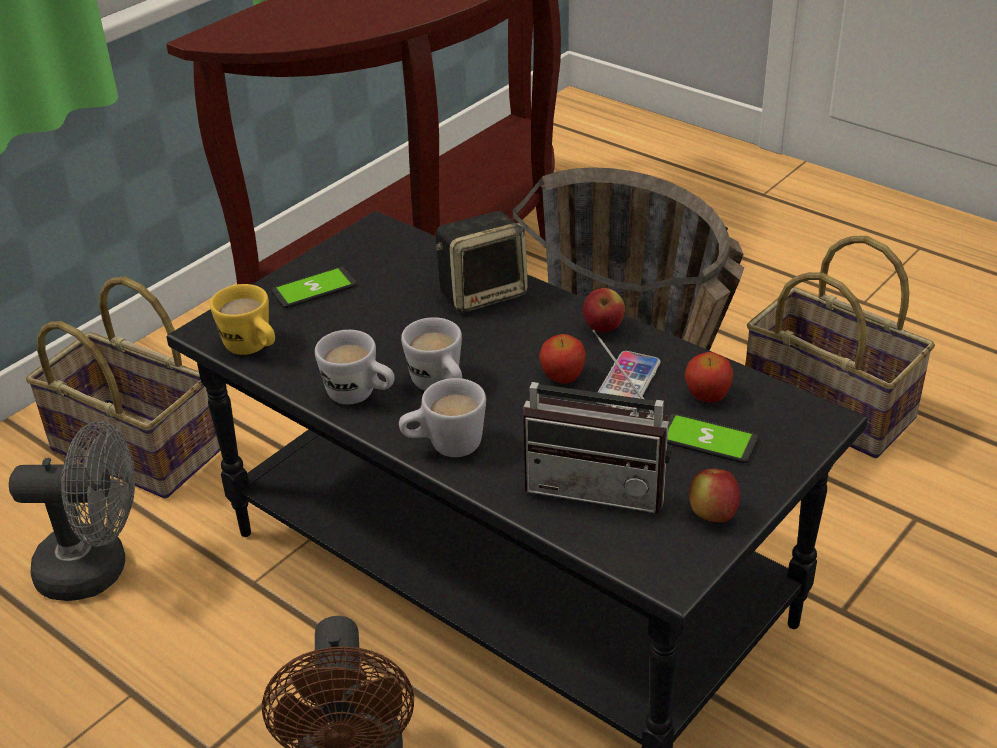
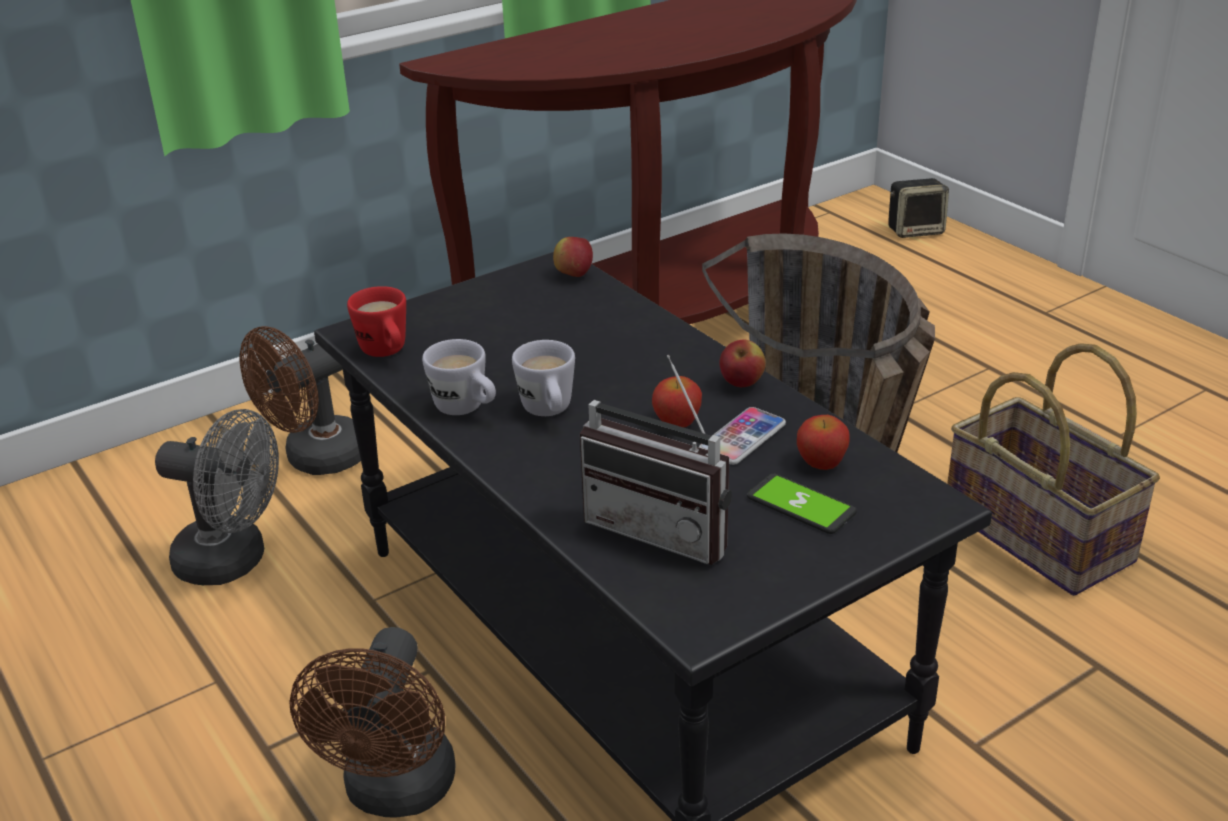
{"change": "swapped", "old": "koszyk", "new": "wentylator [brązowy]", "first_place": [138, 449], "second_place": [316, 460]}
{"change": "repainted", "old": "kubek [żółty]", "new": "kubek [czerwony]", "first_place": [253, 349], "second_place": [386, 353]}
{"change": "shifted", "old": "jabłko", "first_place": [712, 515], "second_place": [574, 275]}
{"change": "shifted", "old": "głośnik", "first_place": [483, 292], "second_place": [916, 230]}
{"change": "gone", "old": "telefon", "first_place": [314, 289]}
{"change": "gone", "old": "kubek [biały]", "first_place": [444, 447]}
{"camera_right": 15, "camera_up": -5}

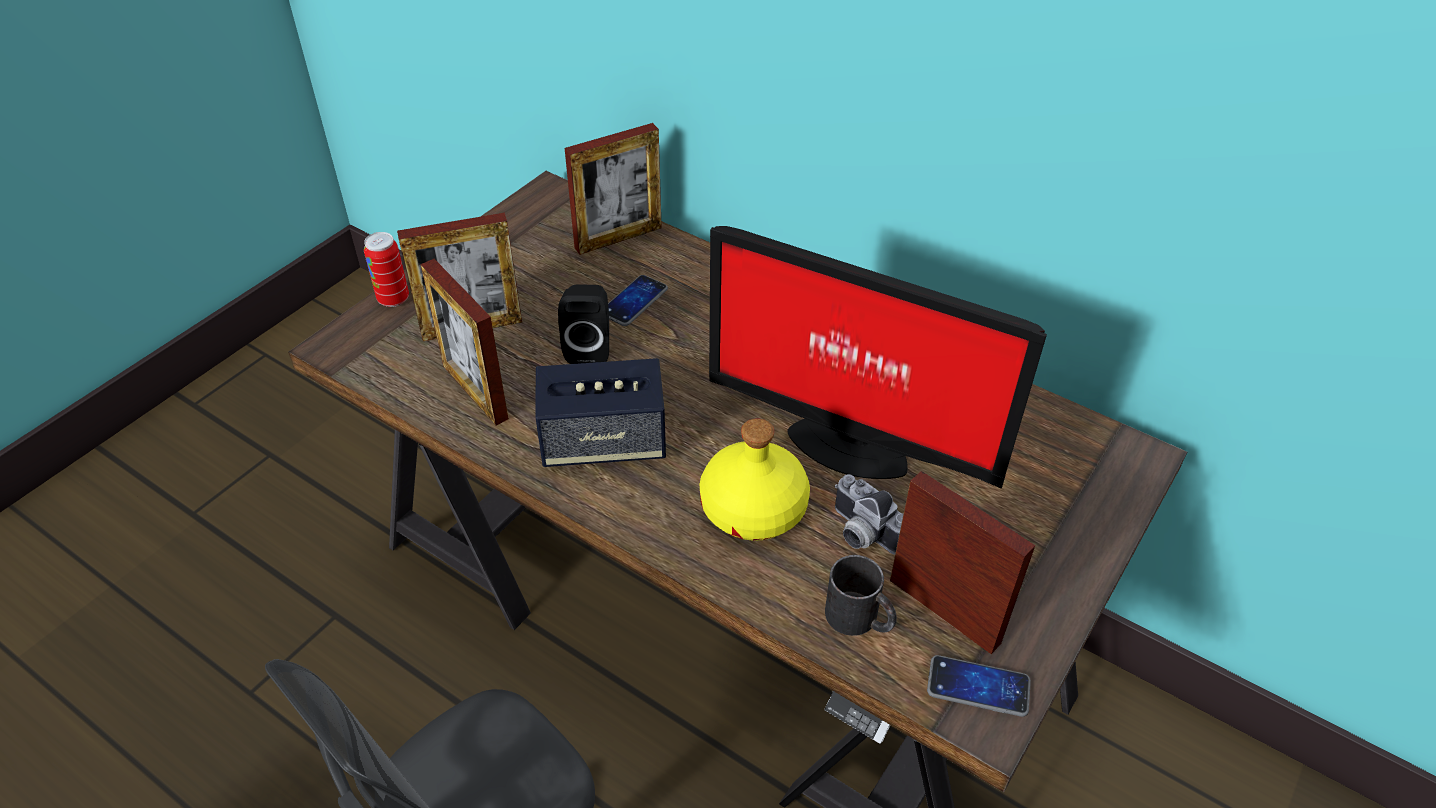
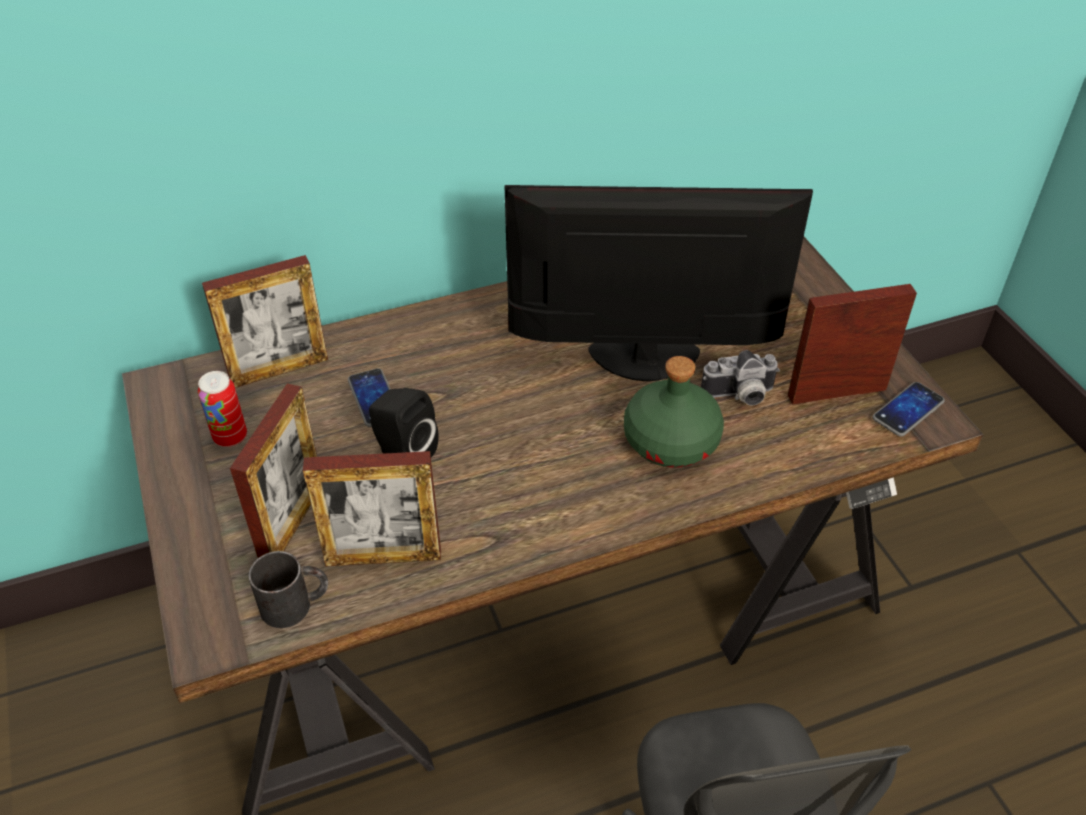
{"change": "shifted", "old": "puszka", "first_place": [393, 299], "second_place": [230, 437]}
{"change": "rotated", "old": "ramka na zdjęcie", "first_place": [618, 238], "second_place": [279, 369], "degrees": 60}
{"change": "shifted", "old": "kubek [czarny]", "first_place": [860, 619], "second_place": [296, 604]}
{"change": "rotated", "old": "monitor", "first_place": [847, 442], "second_place": [647, 358], "degrees": -150}
{"change": "repainted", "old": "butelka [żółty]", "new": "butelka [zielony]", "first_place": [753, 509], "second_place": [672, 441]}
{"change": "gone", "old": "głośnik", "first_place": [603, 442]}
{"camera_right": -55, "camera_up": 0}

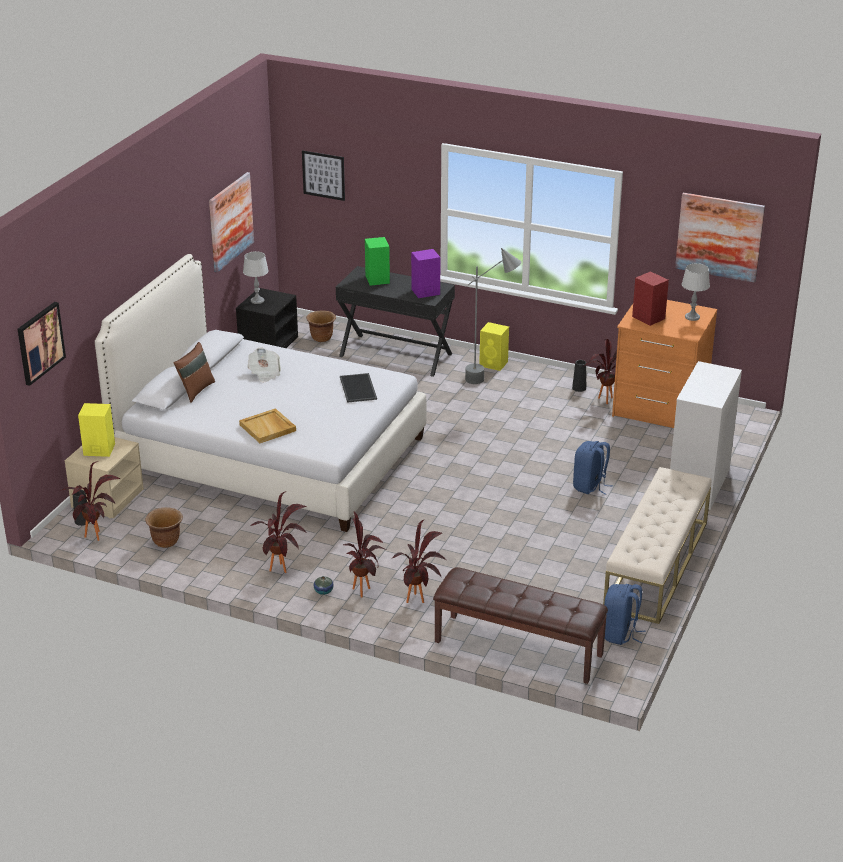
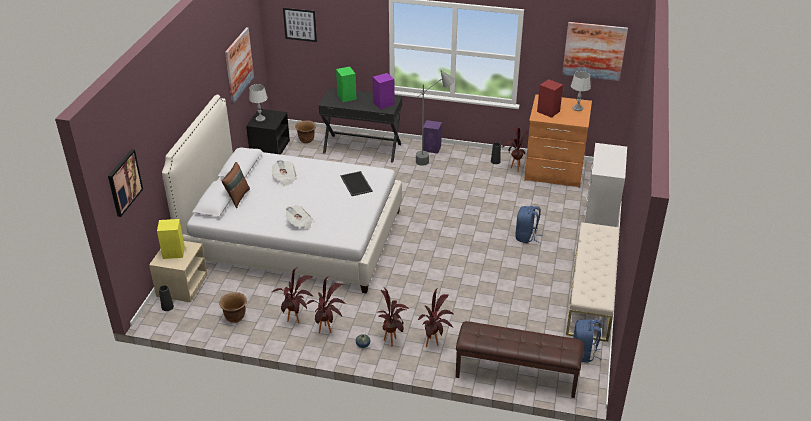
{"change": "shifted", "old": "roślina doniczkowa", "first_place": [97, 538], "second_place": [297, 321]}
{"change": "swapped", "old": "taca [beżowy]", "new": "gazeta", "first_place": [268, 428], "second_place": [300, 223]}
{"change": "repainted", "old": "głośnik [żółty]", "new": "głośnik [fioletowy]", "first_place": [494, 364], "second_place": [432, 148]}
{"camera_right": -10, "camera_up": 5}

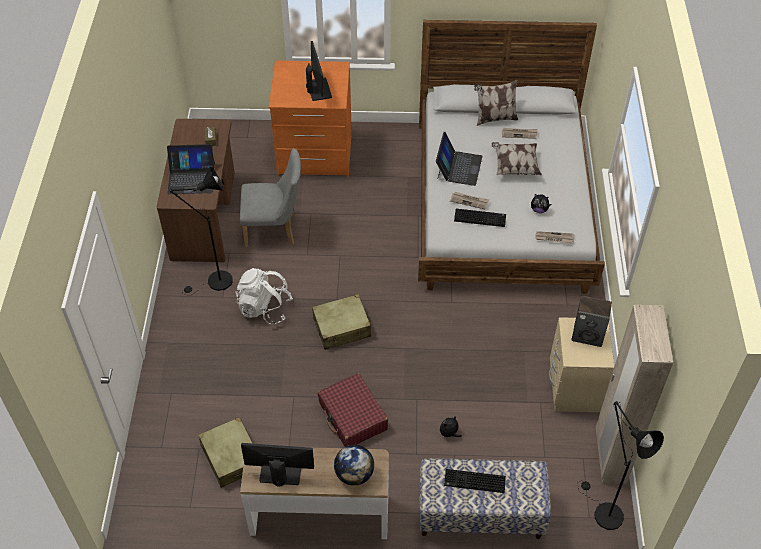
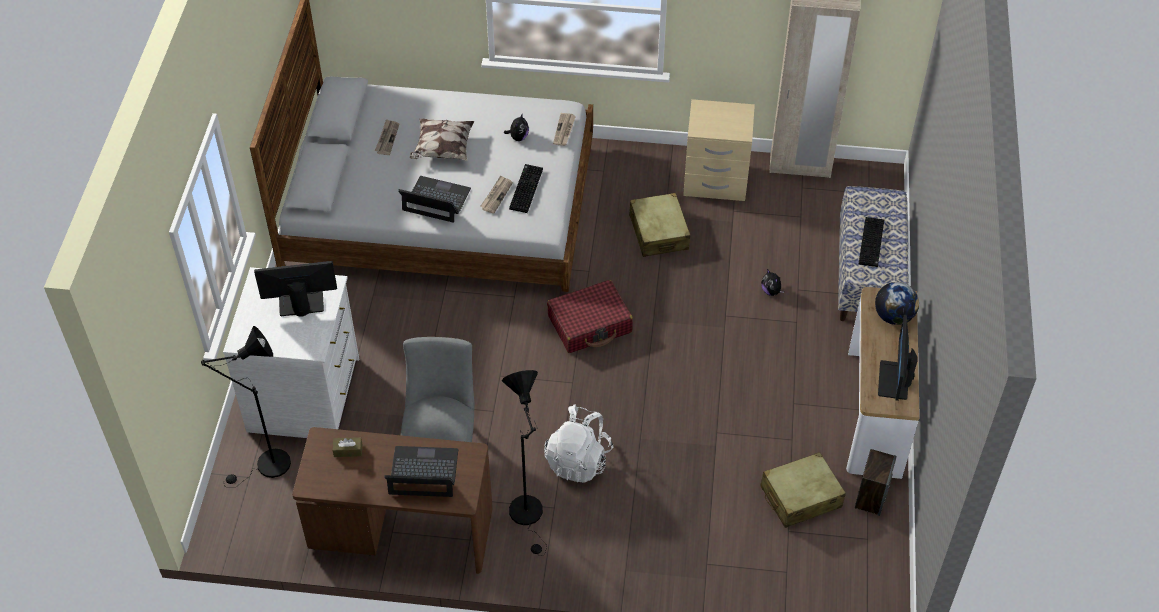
{"change": "shifted", "old": "lampa stojąca [czarny]", "first_place": [604, 512], "second_place": [267, 467]}
{"change": "repainted", "old": "komoda [pomarańczowy]", "new": "komoda [biały]", "first_place": [314, 154], "second_place": [306, 395]}
{"change": "rotated", "old": "laptop", "first_place": [191, 178], "second_place": [423, 473], "degrees": -90}
{"change": "shifted", "old": "walizka [czerwony]", "first_place": [353, 416], "second_place": [590, 324]}
{"change": "shifted", "old": "walizka [beżowy]", "first_place": [342, 328], "second_place": [658, 232]}
{"change": "shifted", "old": "głośnik", "first_place": [588, 335], "second_place": [871, 497]}
{"change": "gone", "old": "poduszka", "first_place": [494, 118]}
{"camera_right": -85, "camera_up": 0}

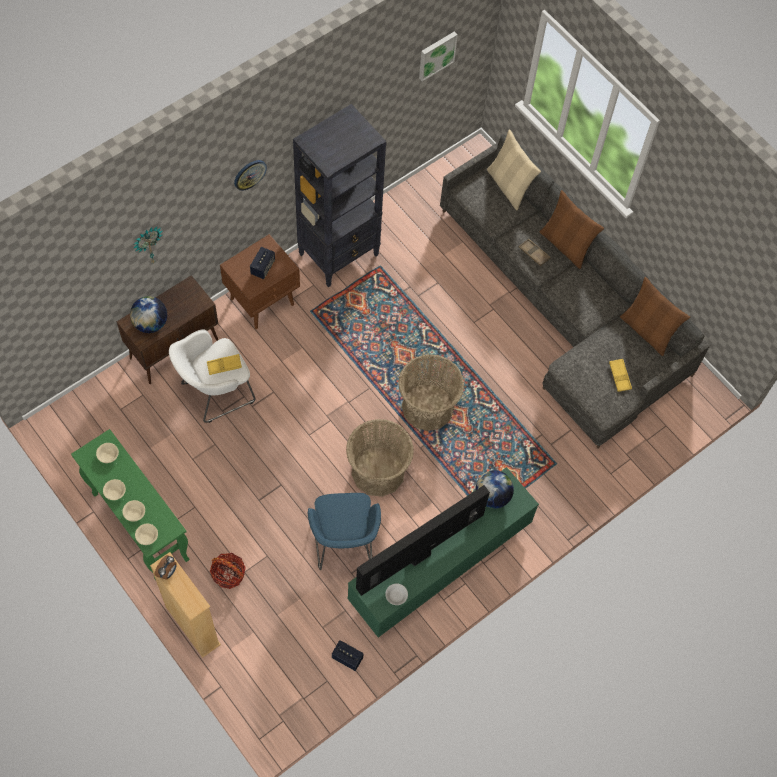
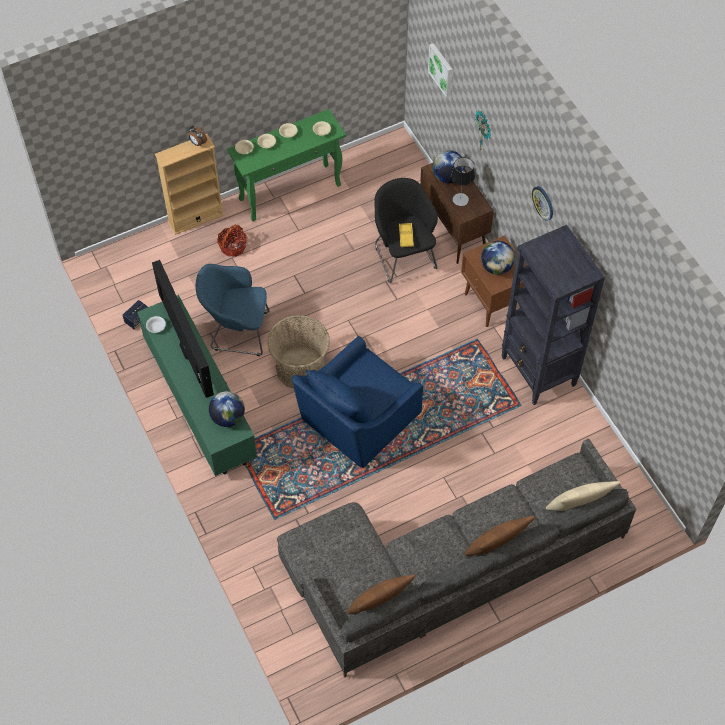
{"change": "swapped", "old": "koszyk", "new": "fotel [niebieski]", "first_place": [427, 407], "second_place": [357, 419]}
{"change": "repainted", "old": "fotel [biały]", "new": "fotel [czarny]", "first_place": [214, 393], "second_place": [403, 255]}
{"change": "shifted", "old": "obraz", "first_place": [436, 55], "second_place": [442, 69]}
{"change": "new", "new": "lampa stołowa", "second_place": [460, 199]}
{"change": "swapped", "old": "głośnik", "new": "globus", "first_place": [263, 267], "second_place": [496, 267]}
{"change": "gone", "old": "taca [brązowy]", "first_place": [534, 253]}
{"change": "gone", "old": "taca [żółty]", "first_place": [619, 376]}
{"camera_right": 105, "camera_up": -5}

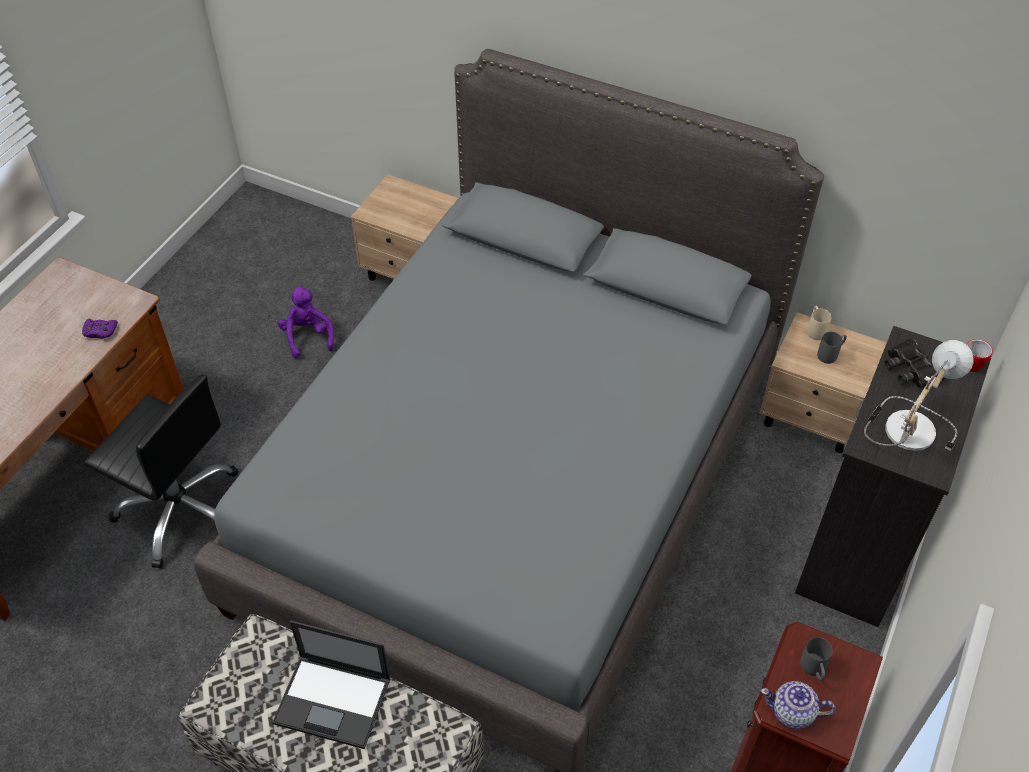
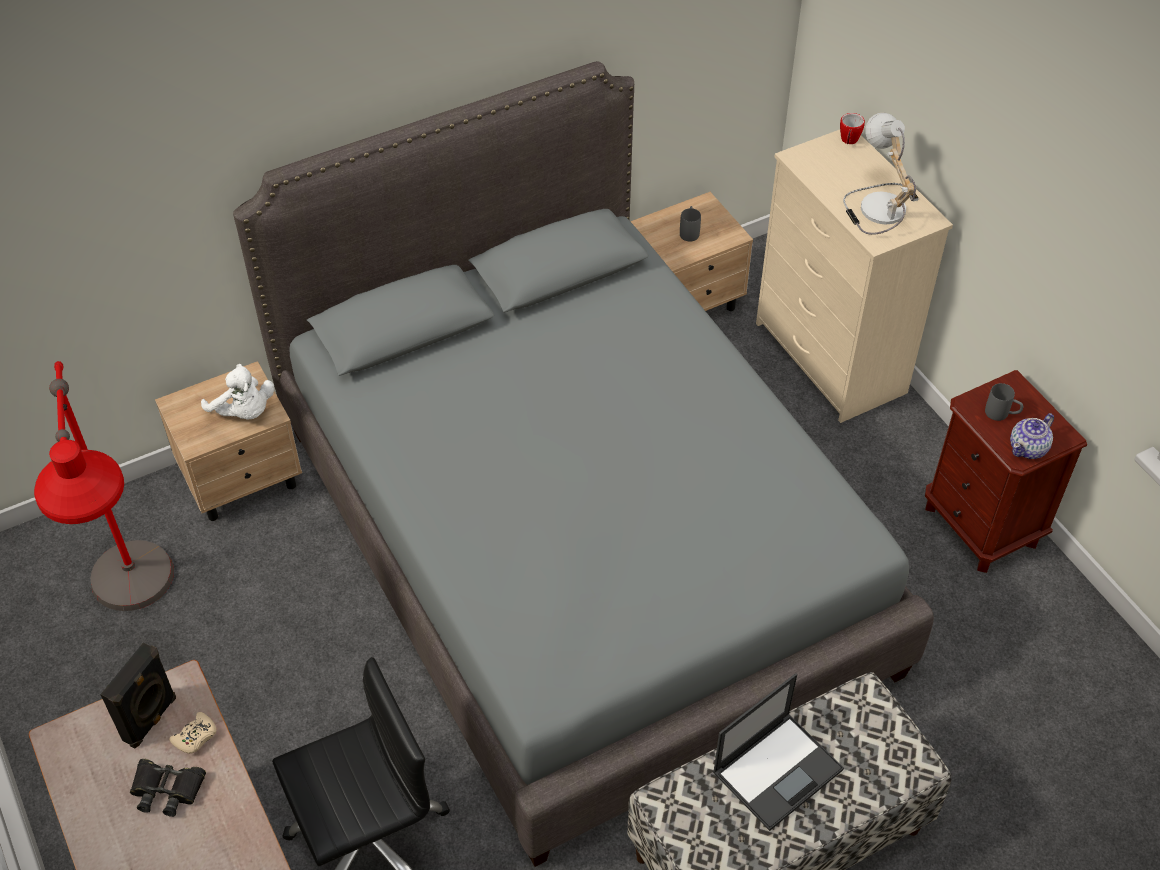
{"change": "new", "new": "lampa stojąca [czerwony]", "second_place": [144, 622]}
{"change": "new", "new": "głośnik [czarny]", "second_place": [151, 720]}
{"change": "shifted", "old": "lornetka [czarny]", "first_place": [911, 369], "second_place": [167, 789]}
{"change": "repainted", "old": "pad do gier [fioletowy]", "new": "pad do gier [beżowy]", "first_place": [100, 331], "second_place": [195, 737]}
{"change": "new", "new": "pluszak [biały]", "second_place": [244, 412]}
{"change": "repainted", "old": "komoda [czarny]", "new": "komoda [beżowy]", "first_place": [856, 548], "second_place": [830, 359]}
{"change": "gone", "old": "pluszak [fioletowy]", "first_place": [307, 336]}
{"change": "gone", "old": "kubek [beżowy]", "first_place": [815, 329]}
{"camera_right": -55, "camera_up": 0}

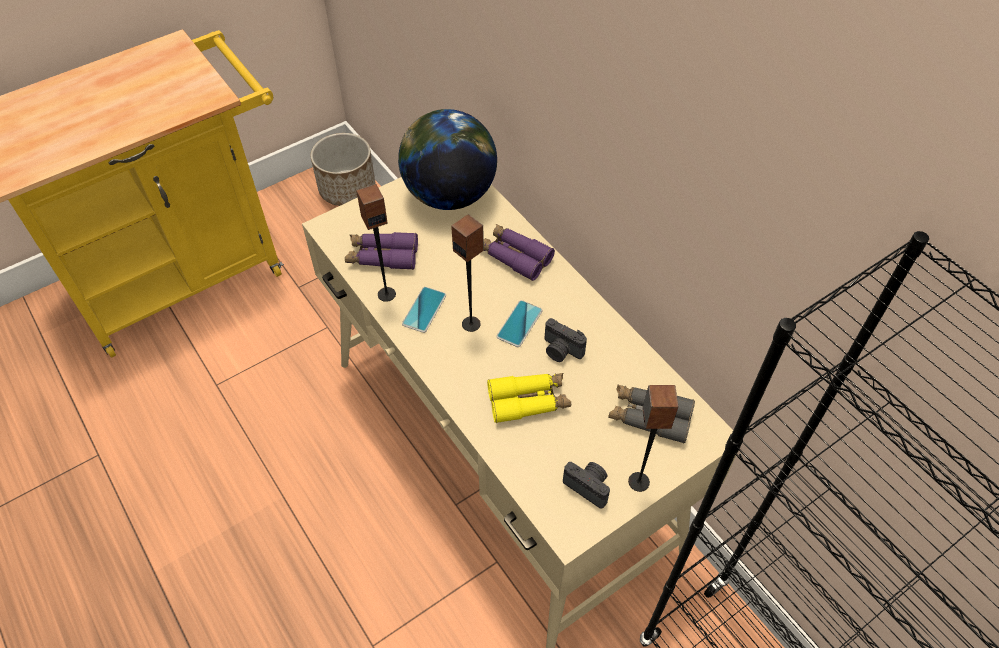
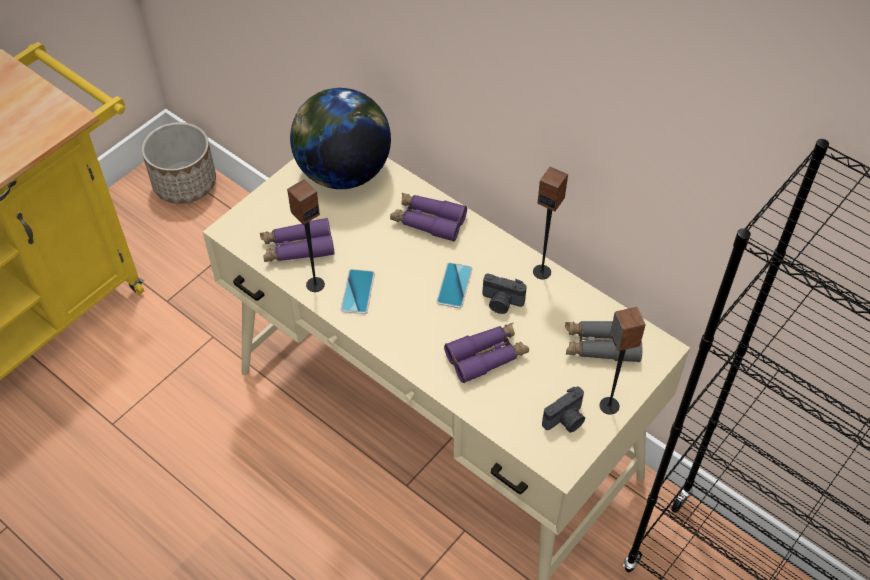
{"change": "repainted", "old": "lornetka [żółty]", "new": "lornetka [fioletowy]", "first_place": [529, 401], "second_place": [487, 356]}
{"change": "shifted", "old": "głośnik", "first_place": [471, 324], "second_place": [542, 272]}
{"change": "rotated", "old": "aparat fotograficzny", "first_place": [588, 486], "second_place": [566, 420], "degrees": 120}
{"camera_right": -15, "camera_up": 0}

